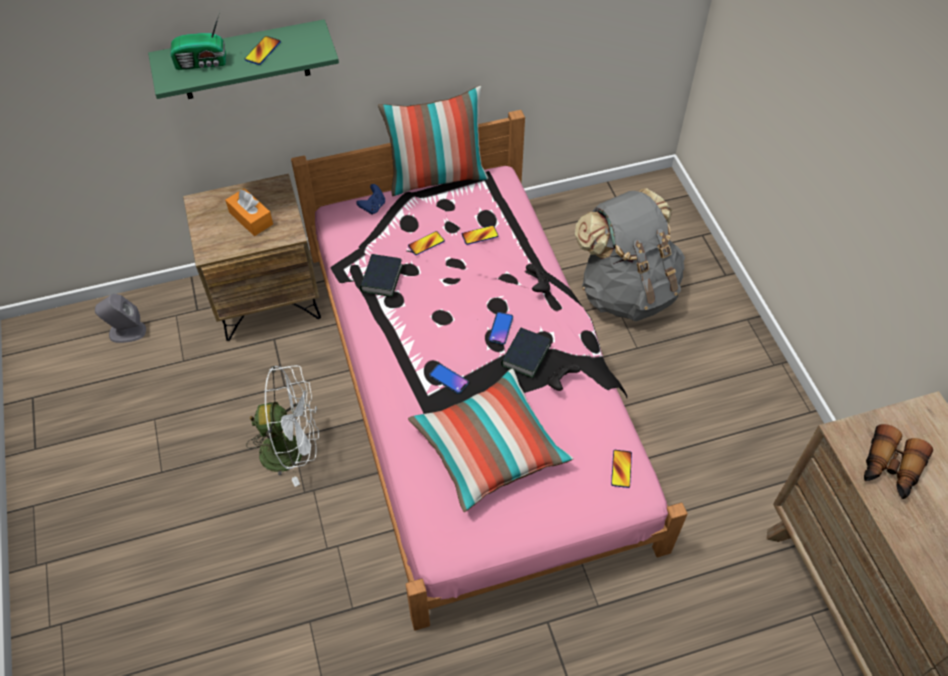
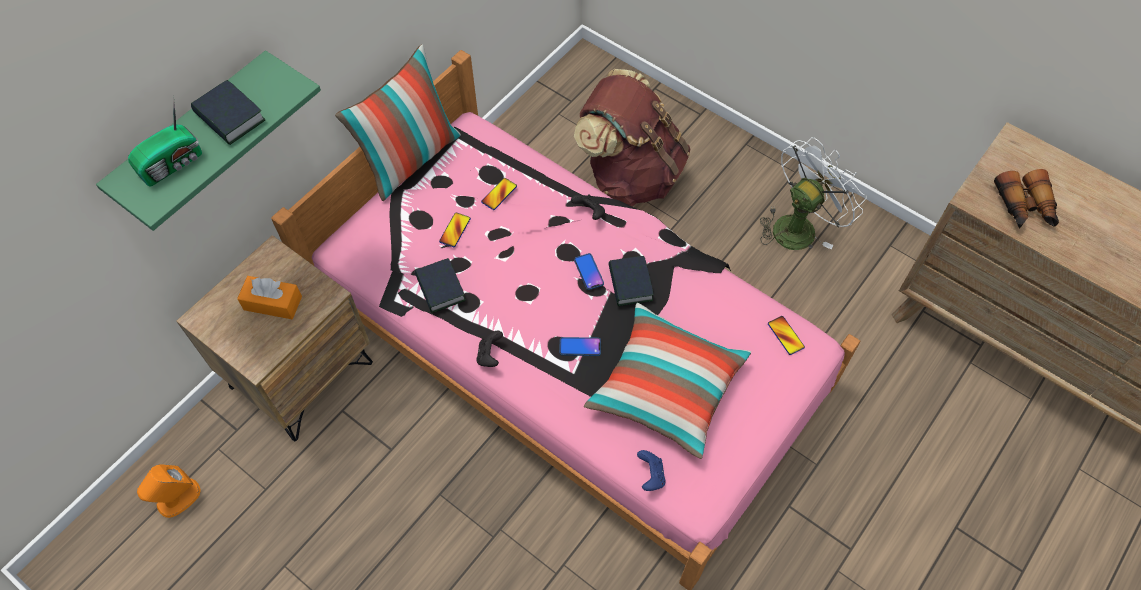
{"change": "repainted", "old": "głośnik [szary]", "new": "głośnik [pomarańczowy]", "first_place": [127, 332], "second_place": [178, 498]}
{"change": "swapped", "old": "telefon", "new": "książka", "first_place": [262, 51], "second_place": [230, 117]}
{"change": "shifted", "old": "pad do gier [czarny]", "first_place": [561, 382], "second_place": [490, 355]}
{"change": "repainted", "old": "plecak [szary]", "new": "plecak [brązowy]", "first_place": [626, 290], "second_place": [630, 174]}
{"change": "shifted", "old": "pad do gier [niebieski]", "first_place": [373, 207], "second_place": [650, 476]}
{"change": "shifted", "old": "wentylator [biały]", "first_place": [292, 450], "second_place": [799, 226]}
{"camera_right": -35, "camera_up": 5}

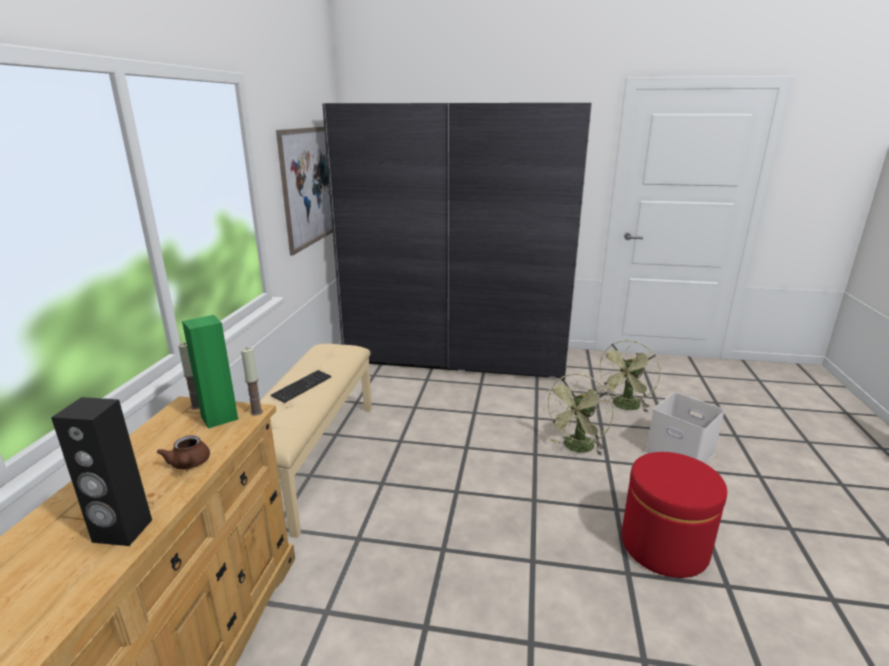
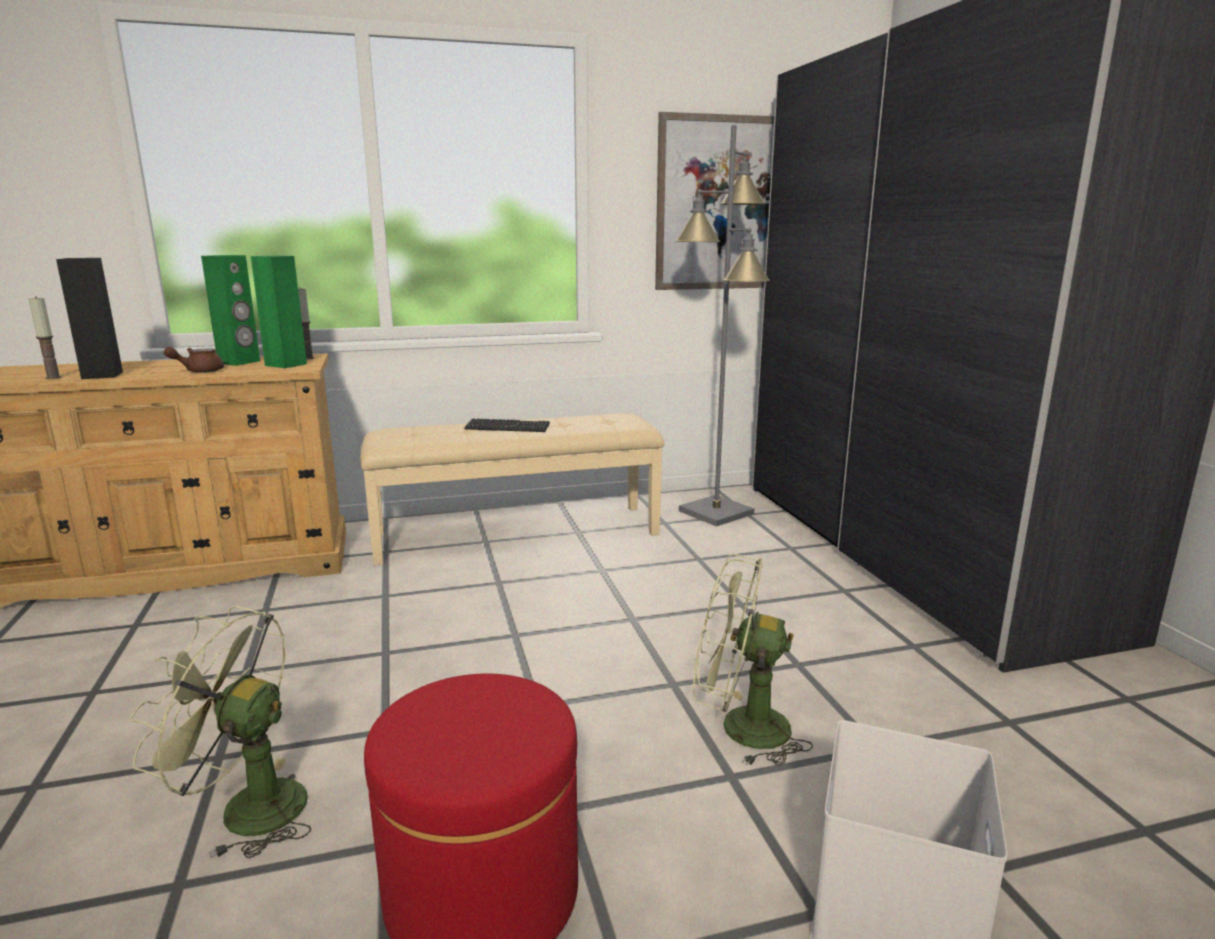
{"change": "shifted", "old": "świeca", "first_place": [256, 412], "second_place": [53, 378]}
{"change": "shifted", "old": "wentylator [zielony]", "first_place": [625, 407], "second_place": [246, 808]}
{"change": "new", "new": "głośnik [zielony]", "second_place": [239, 362]}
{"change": "new", "new": "lampa stojąca [szary]", "second_place": [717, 512]}
{"camera_right": 65, "camera_up": -5}

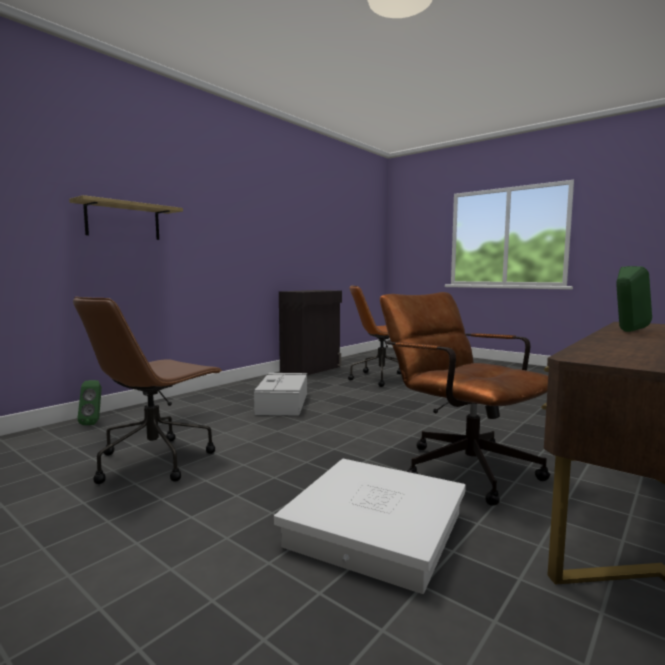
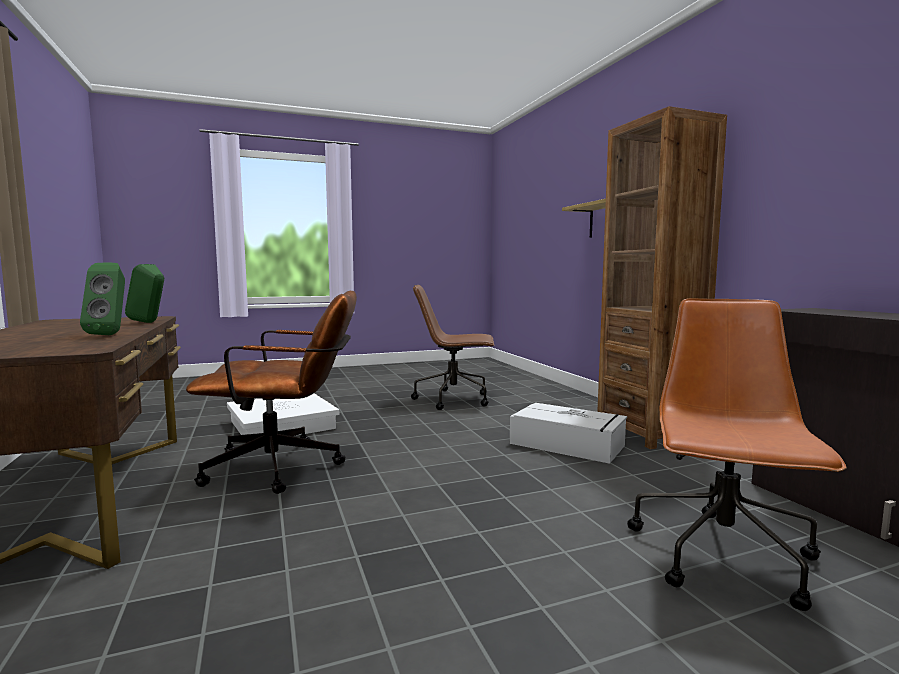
{"change": "shifted", "old": "głośnik [zielony]", "first_place": [93, 423], "second_place": [149, 322]}
{"change": "rotated", "old": "krzesło biurowe [brązowy]", "first_place": [155, 460], "second_place": [454, 399], "degrees": -60}
{"change": "new", "new": "regał [brązowy]", "second_place": [648, 432]}
{"camera_right": 120, "camera_up": 0}

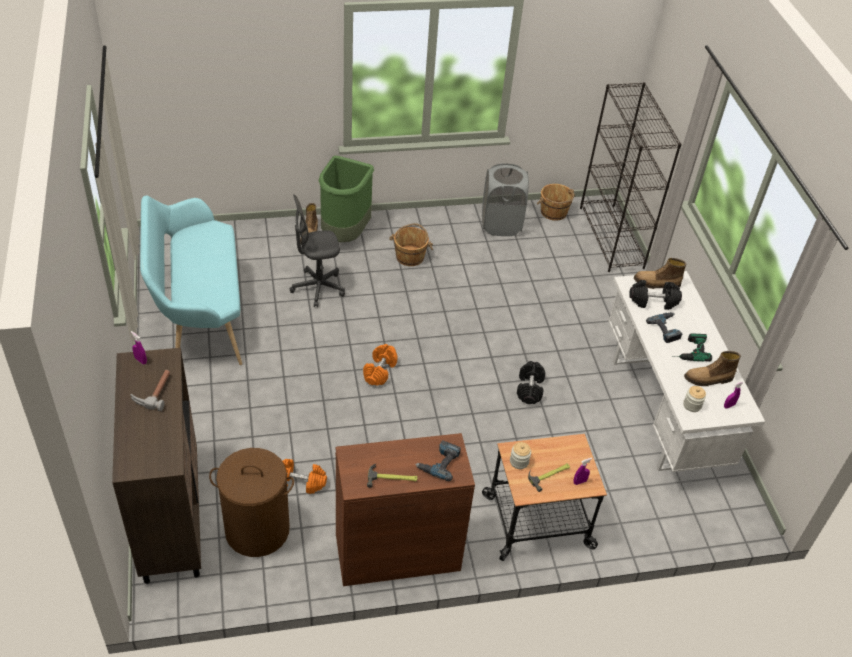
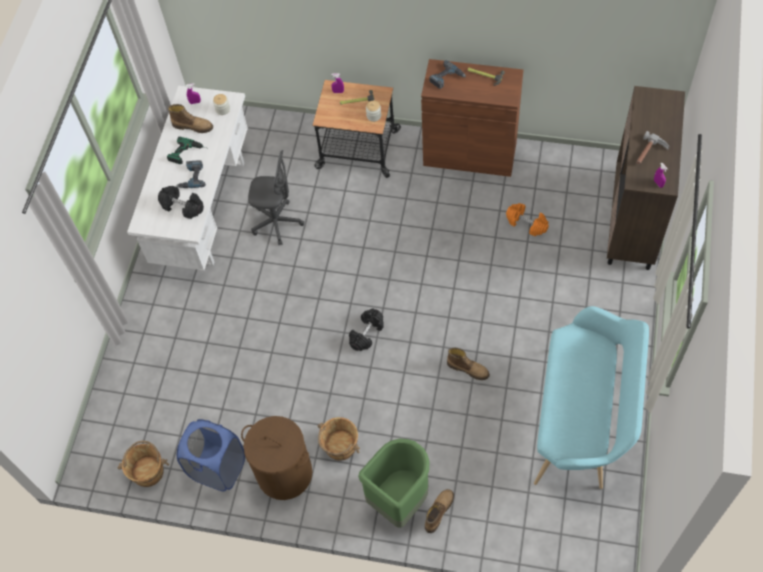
{"change": "repainted", "old": "kosz na pranie [szary]", "new": "kosz na pranie [niebieski]", "first_place": [501, 224], "second_place": [218, 468]}
{"change": "shifted", "old": "kosz na pranie [brązowy]", "first_place": [257, 530], "second_place": [285, 473]}
{"change": "shifted", "old": "krzesło biurowe [szary]", "first_place": [318, 288], "second_place": [277, 223]}
{"change": "shifted", "old": "hantel [czarny]", "first_place": [529, 388], "second_place": [367, 334]}
{"change": "shifted", "old": "but z cholewką", "first_place": [656, 284], "second_place": [468, 368]}
{"change": "gone", "old": "hantel [pomarańczowy]", "first_place": [379, 371]}
{"change": "gone", "old": "regał [czarny]", "first_place": [611, 238]}
{"camera_right": -150, "camera_up": 15}

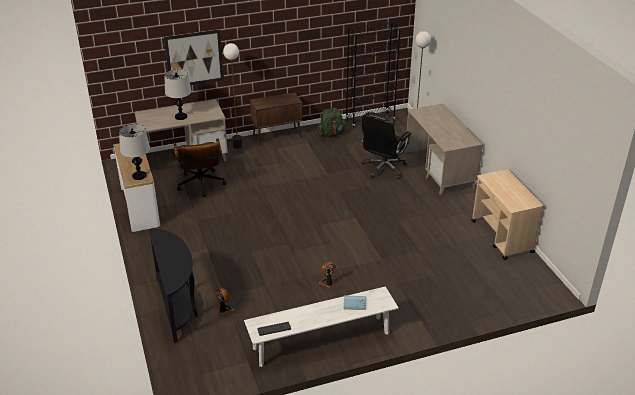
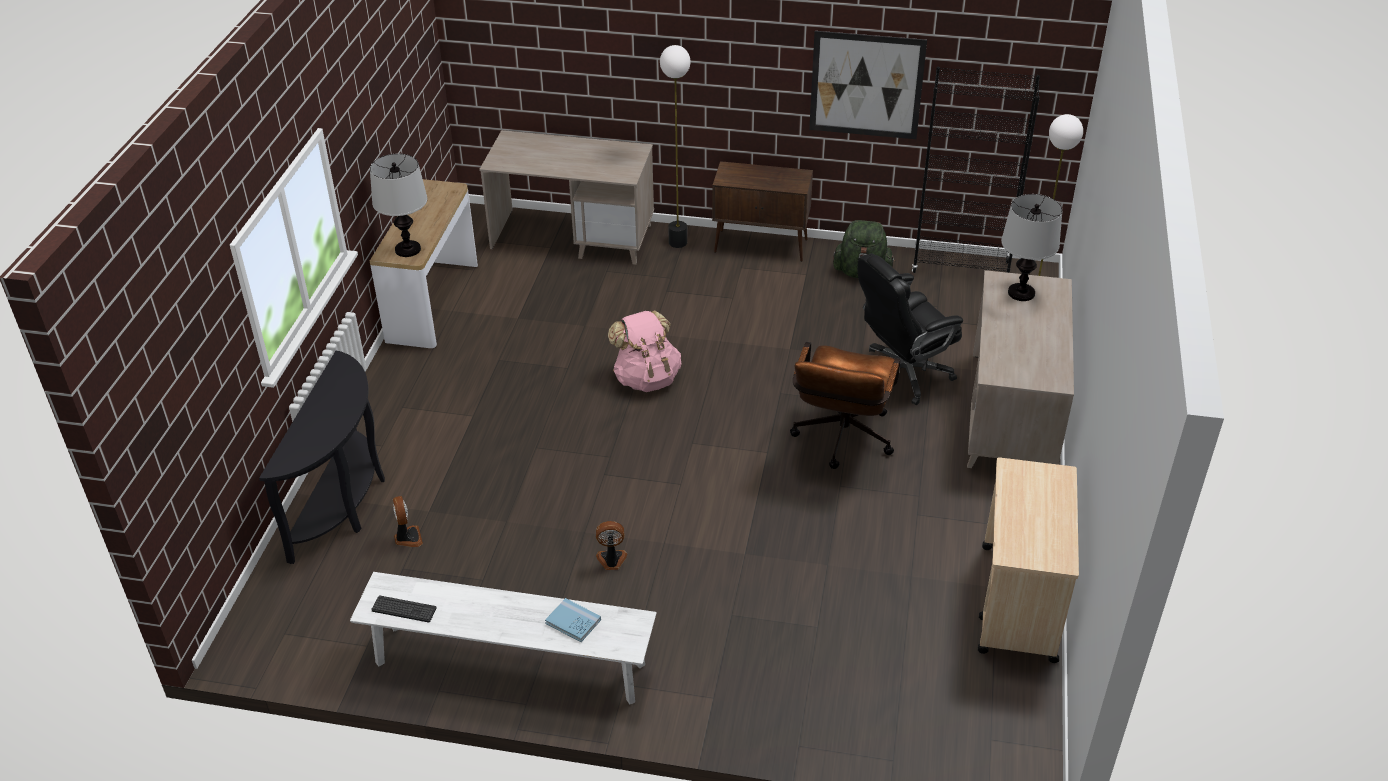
{"change": "new", "new": "plecak [różowy]", "second_place": [646, 378]}
{"change": "shifted", "old": "krzesło biurowe [brązowy]", "first_place": [201, 186], "second_place": [841, 441]}
{"change": "shifted", "old": "obraz", "first_place": [194, 59], "second_place": [866, 85]}
{"change": "shifted", "old": "lampa stołowa", "first_place": [181, 117], "second_place": [1021, 293]}
{"camera_right": 30, "camera_up": 5}

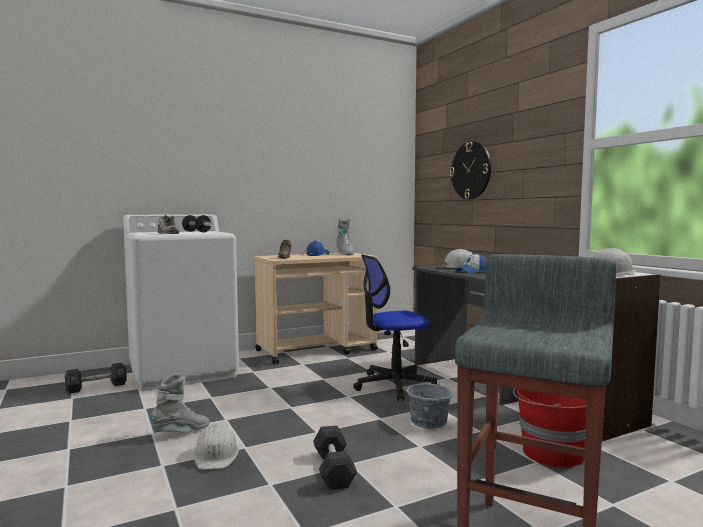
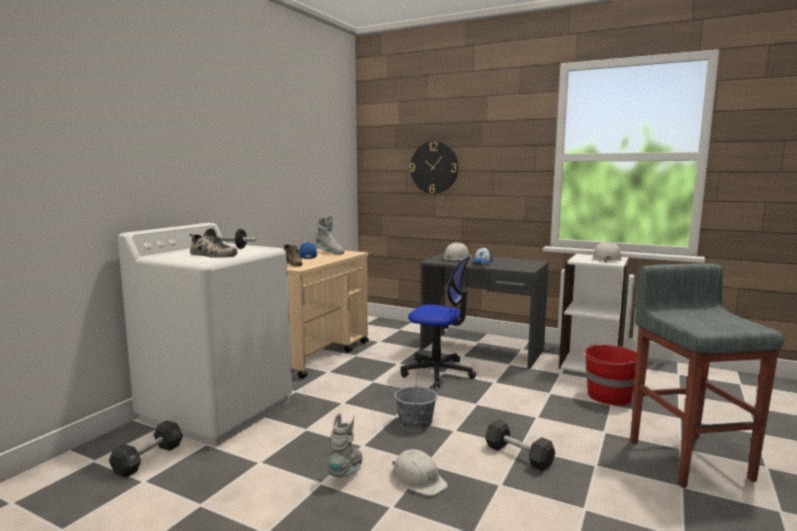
{"change": "shifted", "old": "wiadro [szary]", "first_place": [429, 421], "second_place": [415, 422]}
{"change": "rotated", "old": "krzesło biurowe", "first_place": [394, 386], "second_place": [438, 372], "degrees": -105}
{"camera_right": -35, "camera_up": 5}

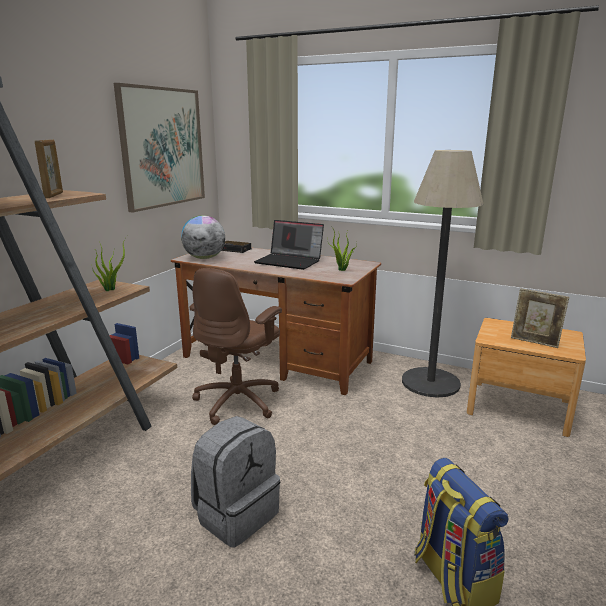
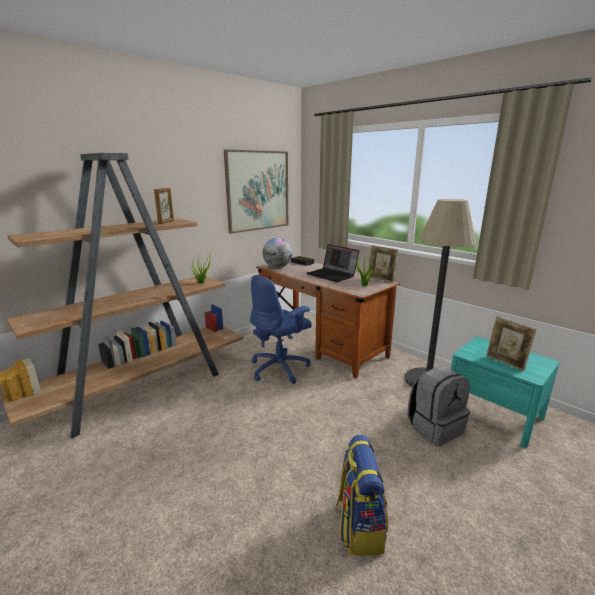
{"change": "repainted", "old": "krzesło biurowe [brązowy]", "new": "krzesło biurowe [niebieski]", "first_place": [239, 401], "second_place": [280, 368]}
{"change": "new", "new": "ramka na zdjęcie", "second_place": [381, 279]}
{"change": "shifted", "old": "plecak [szary]", "first_place": [236, 514], "second_place": [434, 428]}
{"change": "repainted", "old": "szafka nocna [brązowy]", "new": "szafka nocna [turkusowy]", "first_place": [518, 407], "second_place": [493, 414]}
{"camera_right": 20, "camera_up": 0}

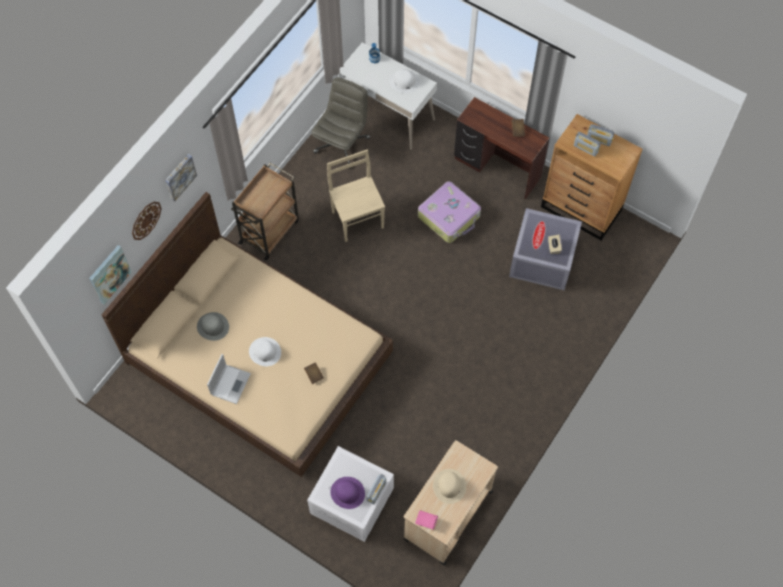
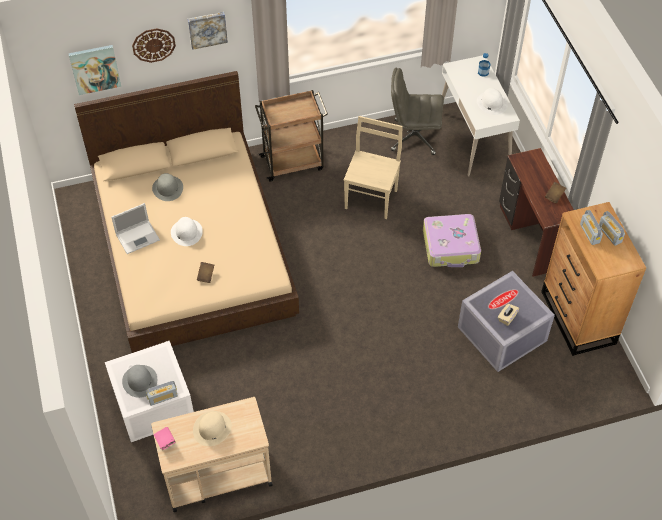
{"change": "repainted", "old": "kapelusz [fioletowy]", "new": "kapelusz [szary]", "first_place": [347, 493], "second_place": [140, 381]}
{"change": "rotated", "old": "krzesło biurowe [szary]", "first_place": [342, 144], "second_place": [414, 137], "degrees": -150}
{"camera_right": 40, "camera_up": -10}

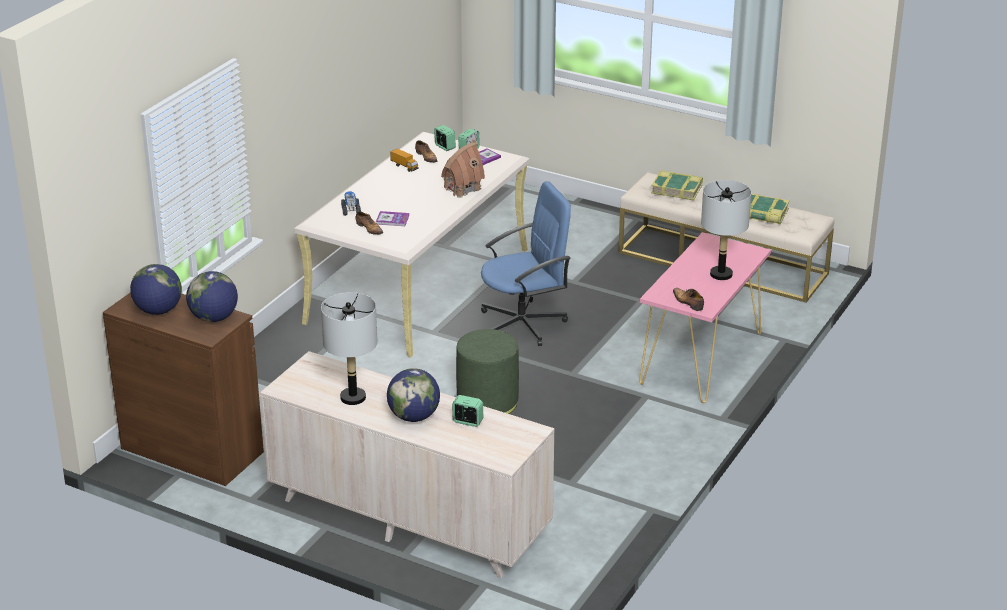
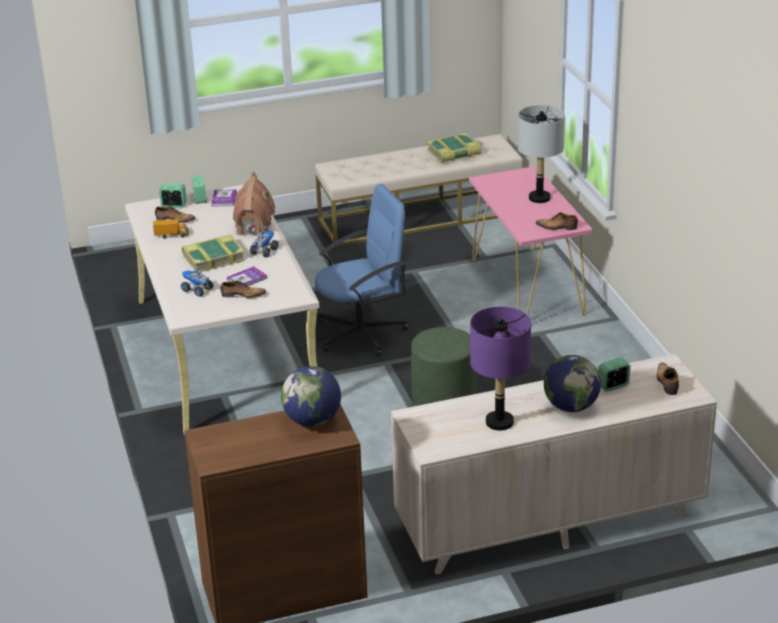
{"change": "shifted", "old": "książka", "first_place": [677, 189], "second_place": [213, 258]}
{"change": "new", "new": "ciężarówka zabawkowa", "second_place": [264, 251]}
{"change": "rotated", "old": "krzesło biurowe [niebieski]", "first_place": [523, 324], "second_place": [362, 333], "degrees": 45}
{"change": "repainted", "old": "lampa stołowa [szary]", "new": "lampa stołowa [fioletowy]", "first_place": [353, 398], "second_place": [500, 422]}
{"change": "new", "new": "but", "second_place": [666, 382]}
{"change": "gone", "old": "globus", "first_place": [158, 311]}
{"camera_right": -45, "camera_up": 0}

